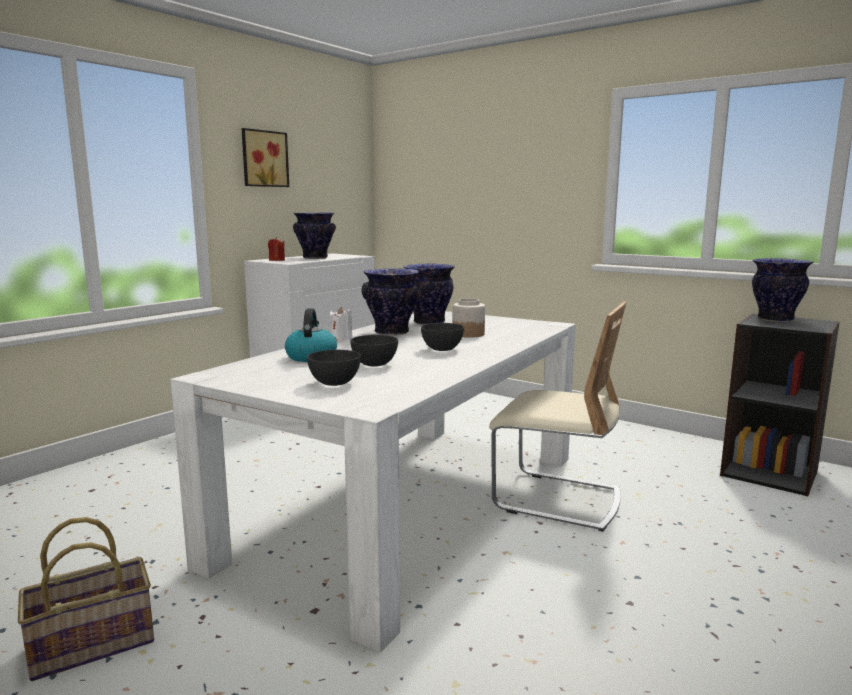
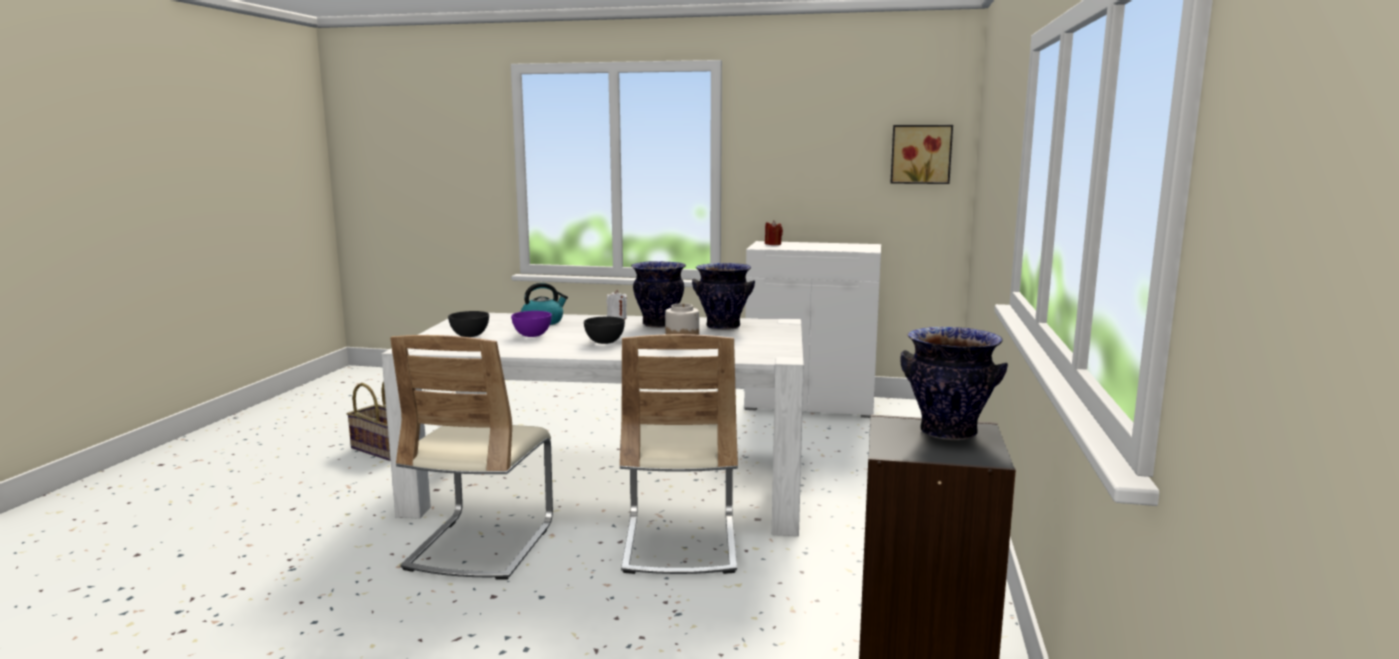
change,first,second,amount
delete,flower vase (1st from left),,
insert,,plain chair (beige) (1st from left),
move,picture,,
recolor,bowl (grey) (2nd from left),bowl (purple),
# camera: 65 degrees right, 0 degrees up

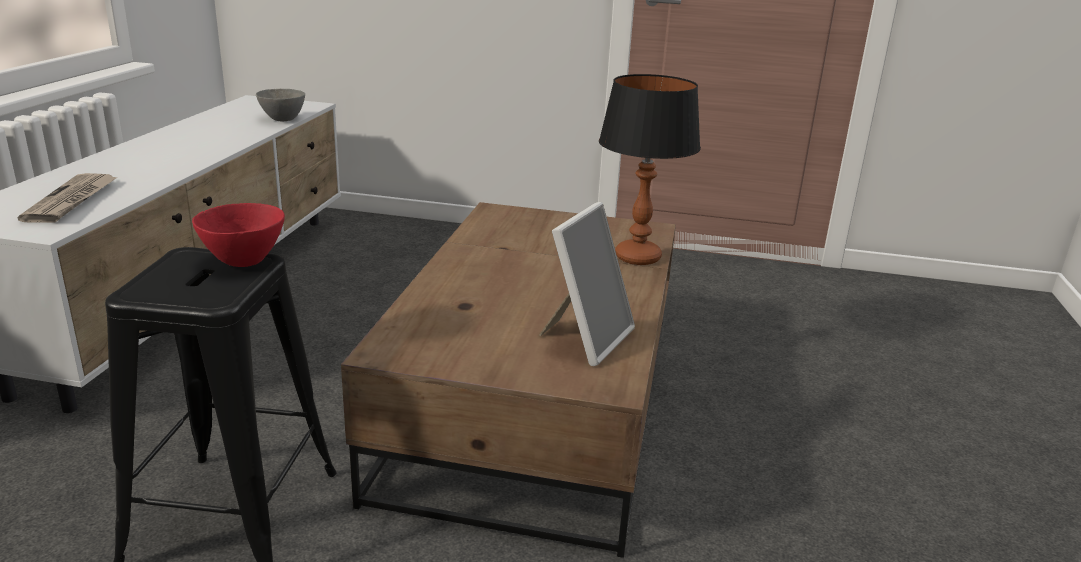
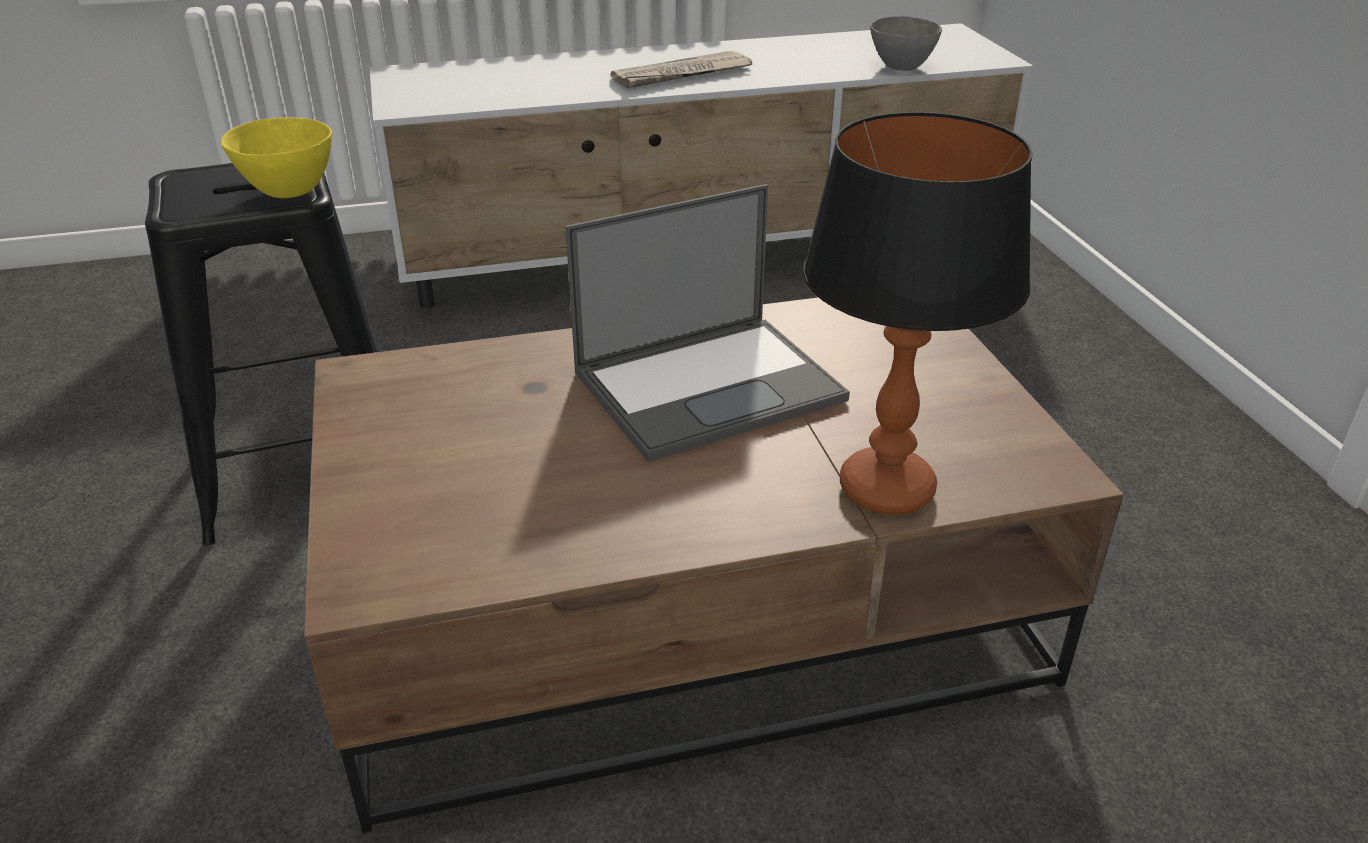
change,first,second,amount
delete,photo frame,,
insert,,laptop,
move,daily paper,,
recolor,bowl (red),bowl (yellow-coloured),
# camera: 65 degrees right, 10 degrees up

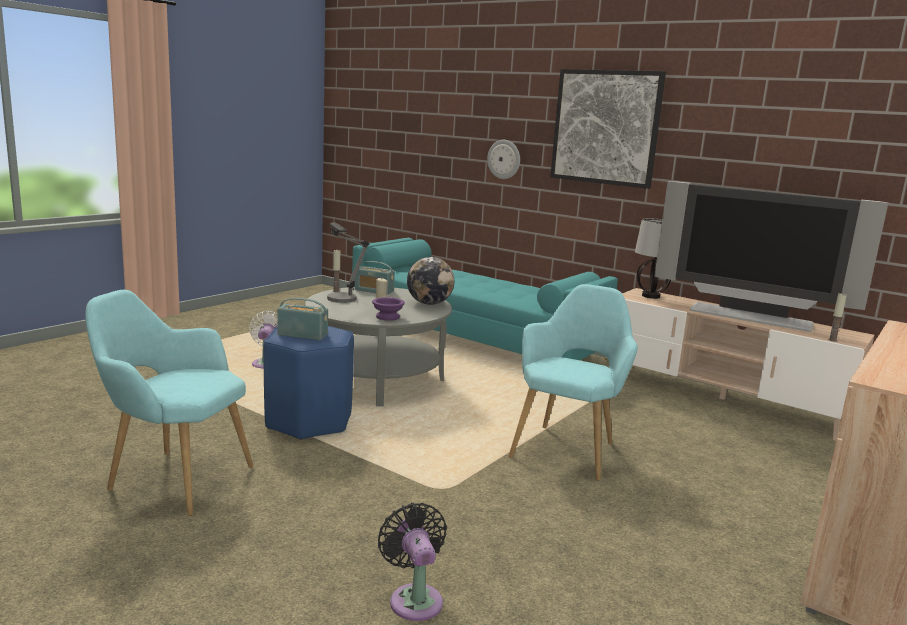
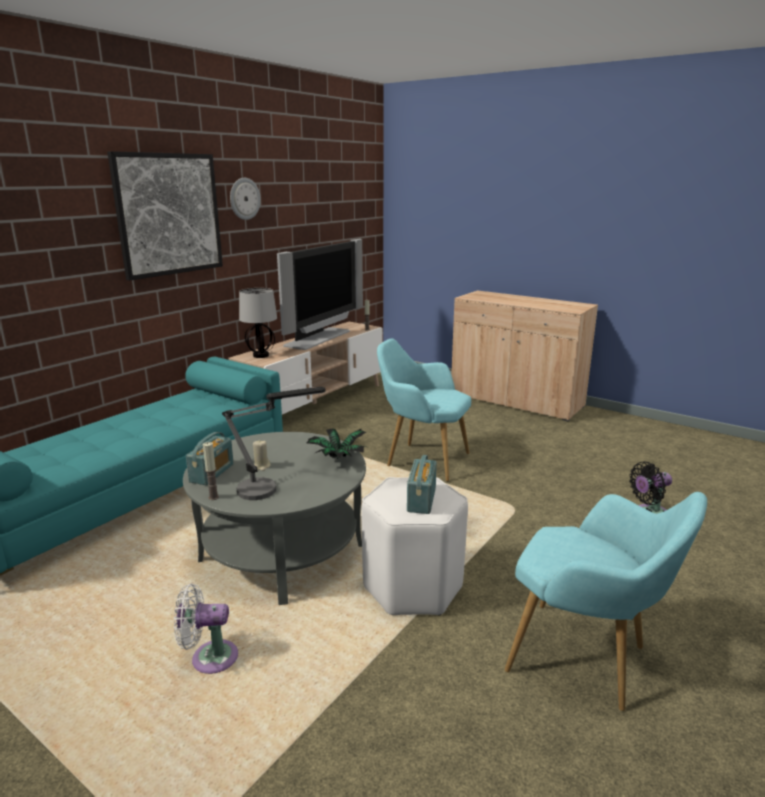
change,first,second,amount
delete,world globe,,
move,clock on the wall,,
replace,bowl (purple),plant in a pot,
recolor,stool (blue-coloured),stool (white),
rotate,easy chair (blue-green) (1st from left in the first image),easy chair (blue-green) (2nd from left),75 degrees counterclockwise
# camera: 90 degrees left, 5 degrees up

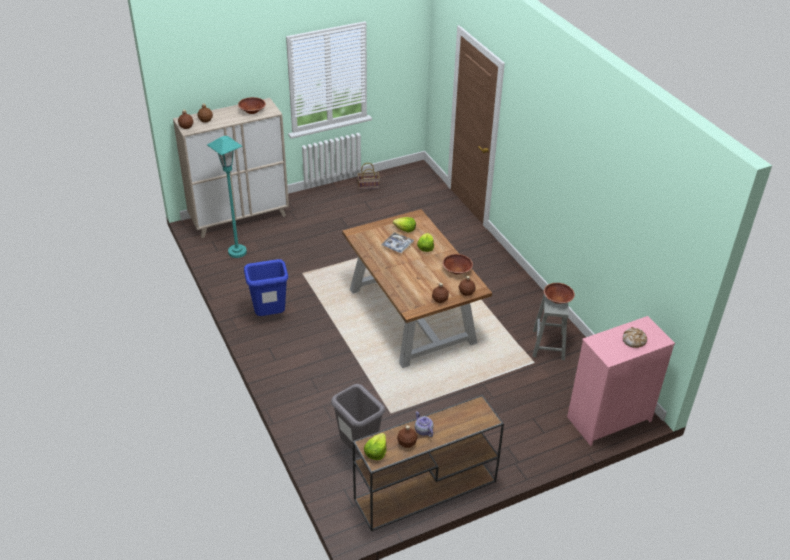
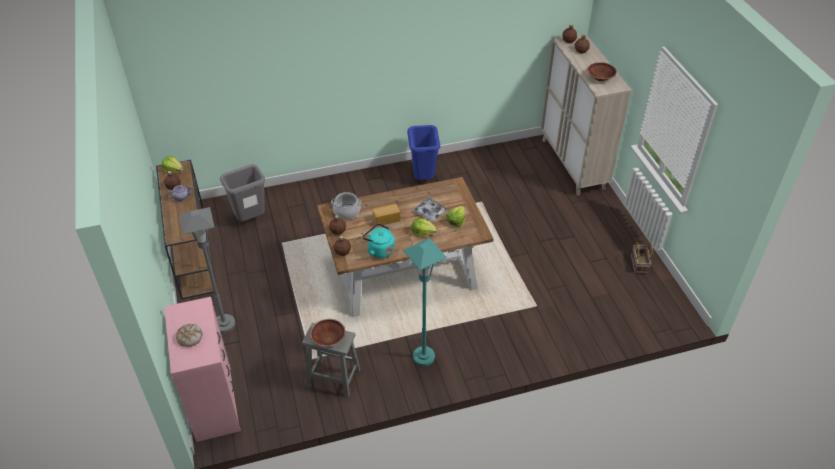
change,first,second,amount
insert,,floor lamp (grey),
insert,,saucepot,
insert,,bakery bread (2nd from left),
move,floor lamp (blue-green),,
replace,bowl (brown) (2nd from left),kettle (blue-green),
# camera: 100 degrees right, 5 degrees up

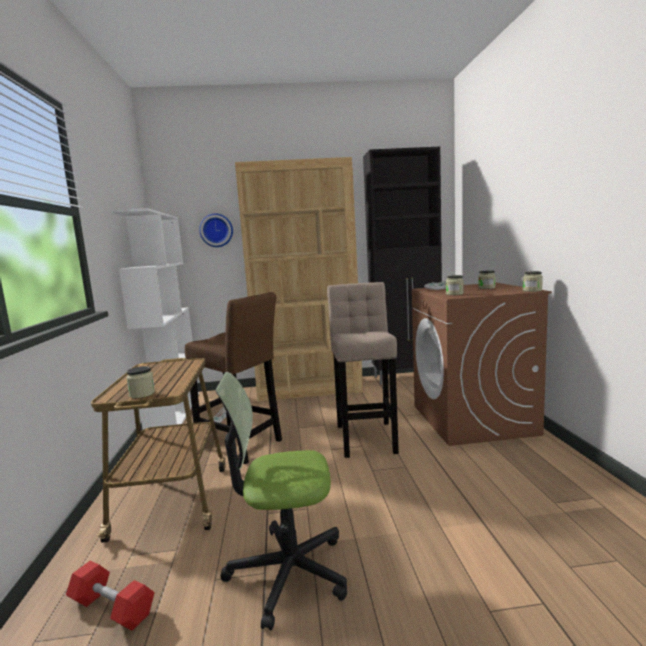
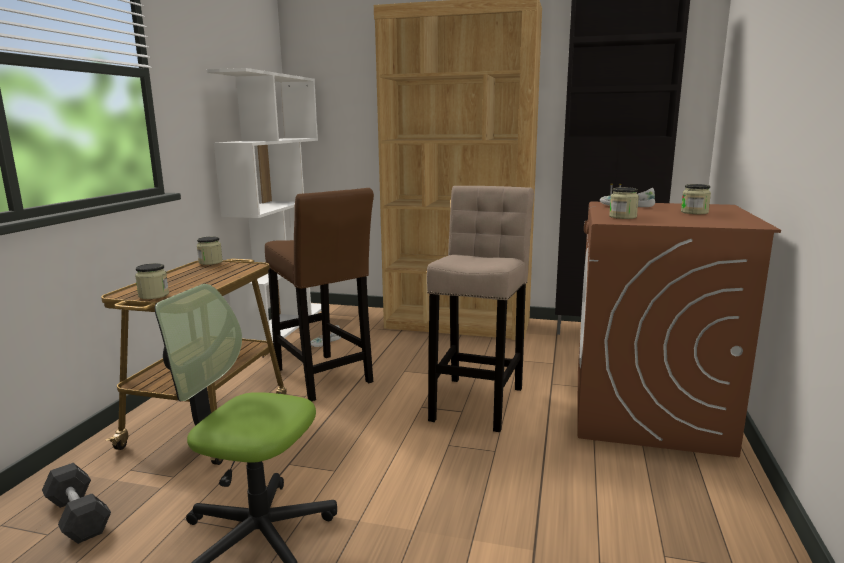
change,first,second,amount
delete,clock on the wall,,
move,storage jar (4th from left in the first image),storage jar (2nd from left),
recolor,free weight (red),free weight (blackish),
# camera: 20 degrees right, 5 degrees up

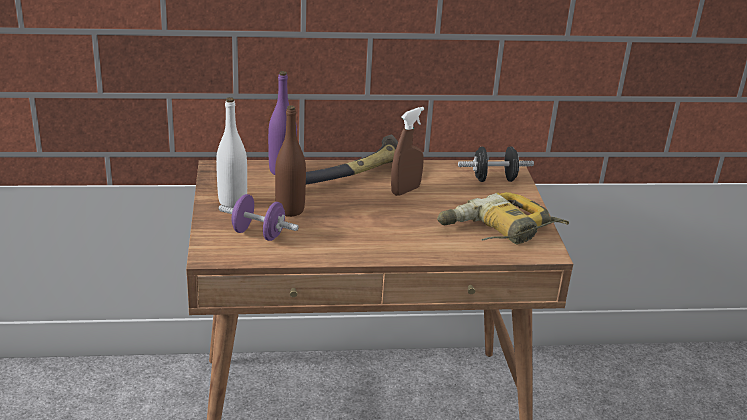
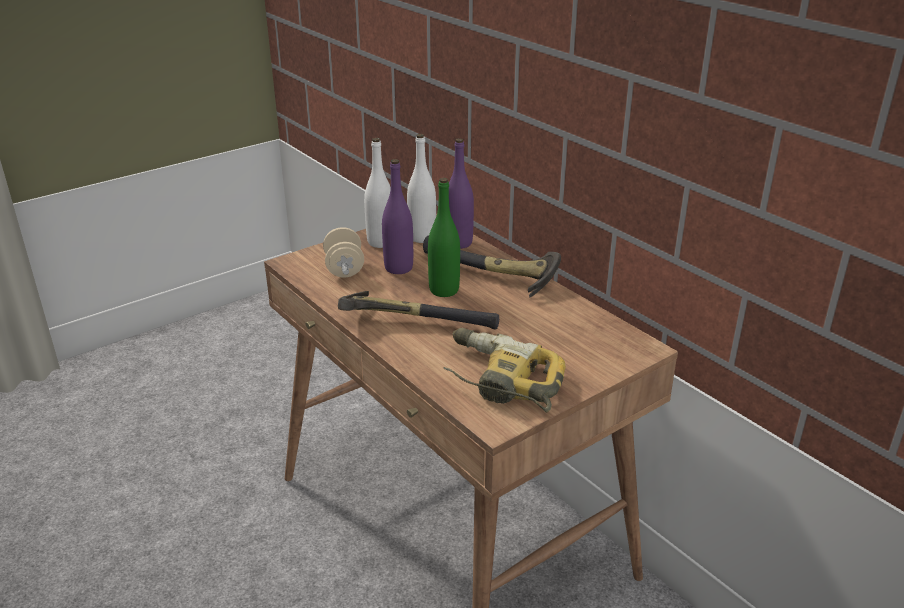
change,first,second,amount
delete,sprayer (brown),,
delete,free weight (blackish),,
insert,,hammer (1st from left),
insert,,drink bottle (white) (2nd from left),
insert,,drink bottle (green-coloured),
recolor,free weight (purple),free weight (beige),
recolor,drink bottle (brown),drink bottle (purple) (1st from left),
# camera: 60 degrees right, 0 degrees up

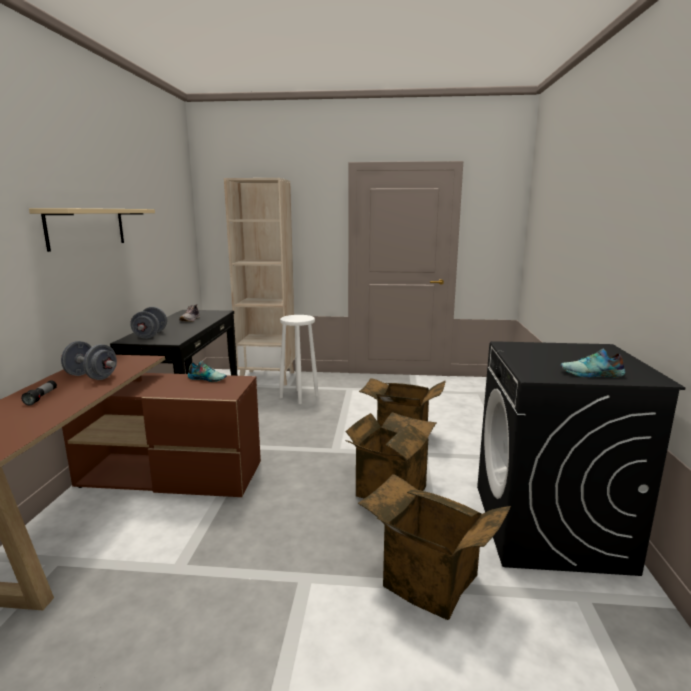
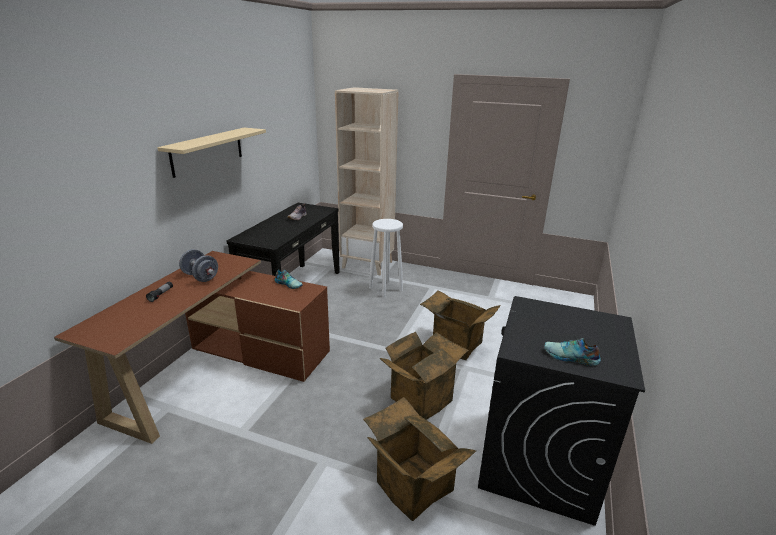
change,first,second,amount
delete,free weight (grey) (2nd from left),,
# camera: 15 degrees right, 10 degrees up

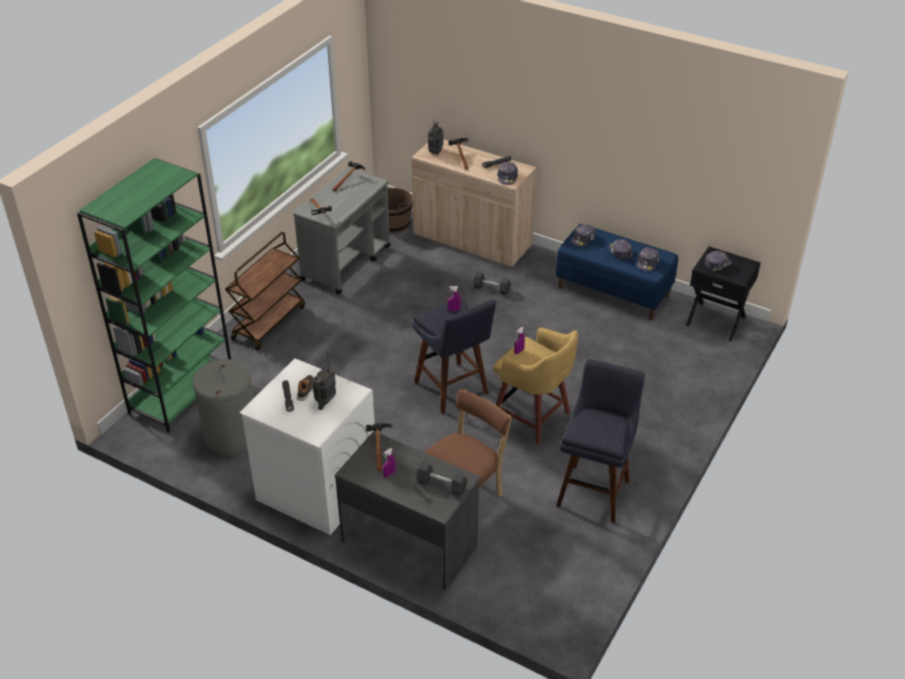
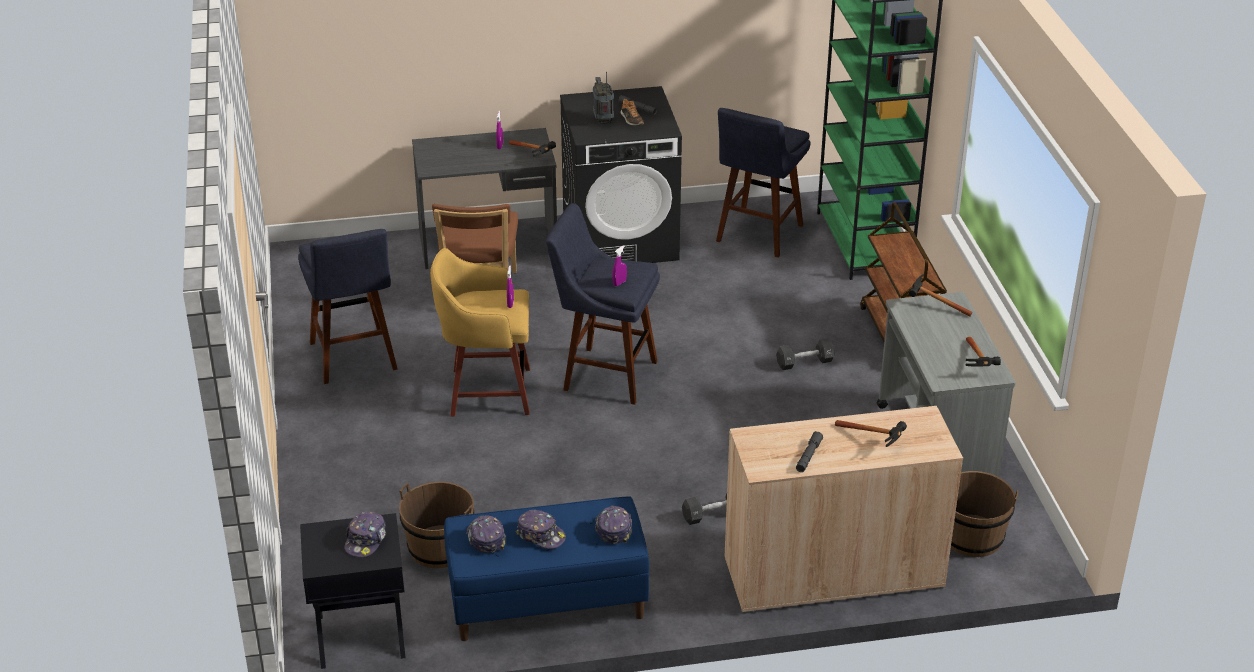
change,first,second,amount
delete,radio receiver (2nd from left),,
delete,peaked cap (1st from left),,
insert,,bucket (brown) (1st from left),
move,free weight (blackish) (1st from left in the first image),free weight (blackish) (2nd from left),
replace,laundry basket (grey),stool (blue-coloured) (3rd from left),
recolor,washing machine (white),washing machine (blackish),
# camera: 140 degrees right, 5 degrees down

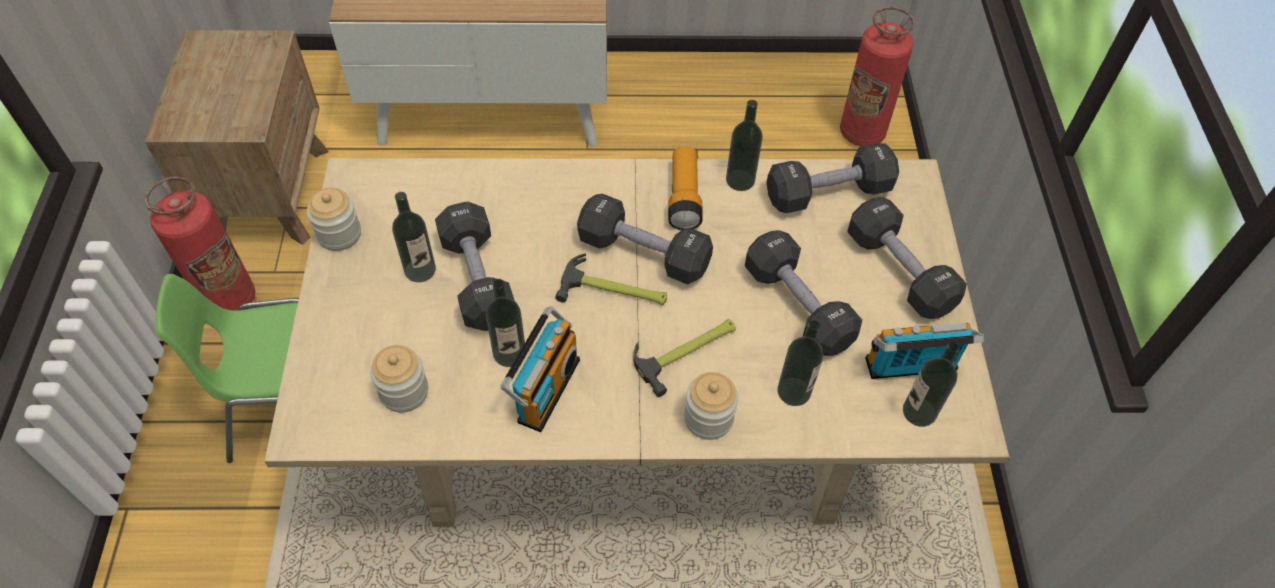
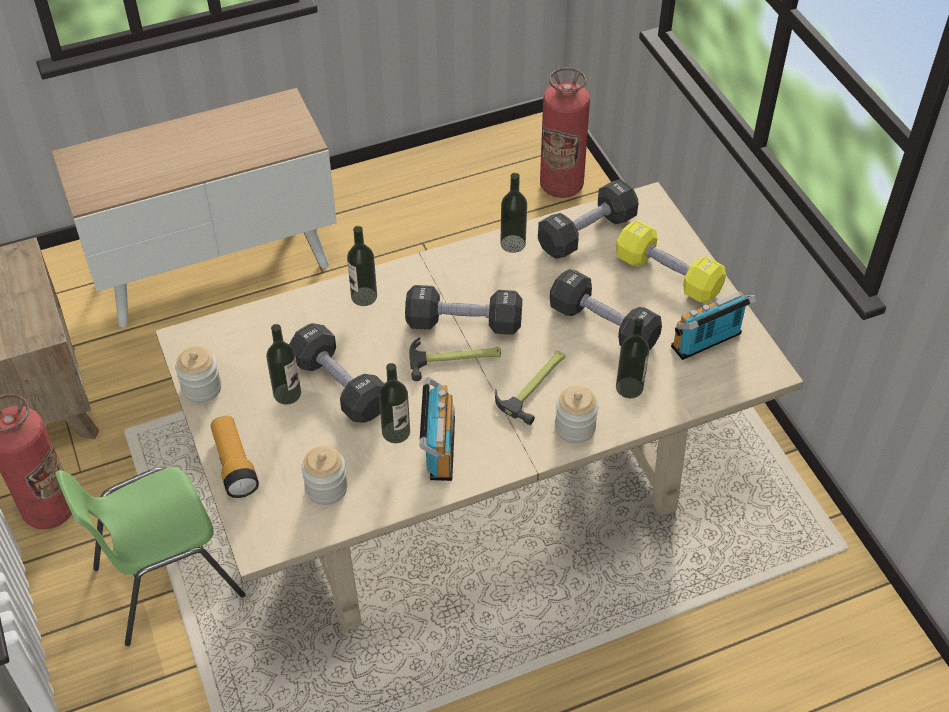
change,first,second,amount
move,torch,,
move,drink bottle (5th from left in the first image),drink bottle (2nd from left),
recolor,free weight (blackish) (5th from left),free weight (yellow-coloured),
# camera: 20 degrees left, 5 degrees down

